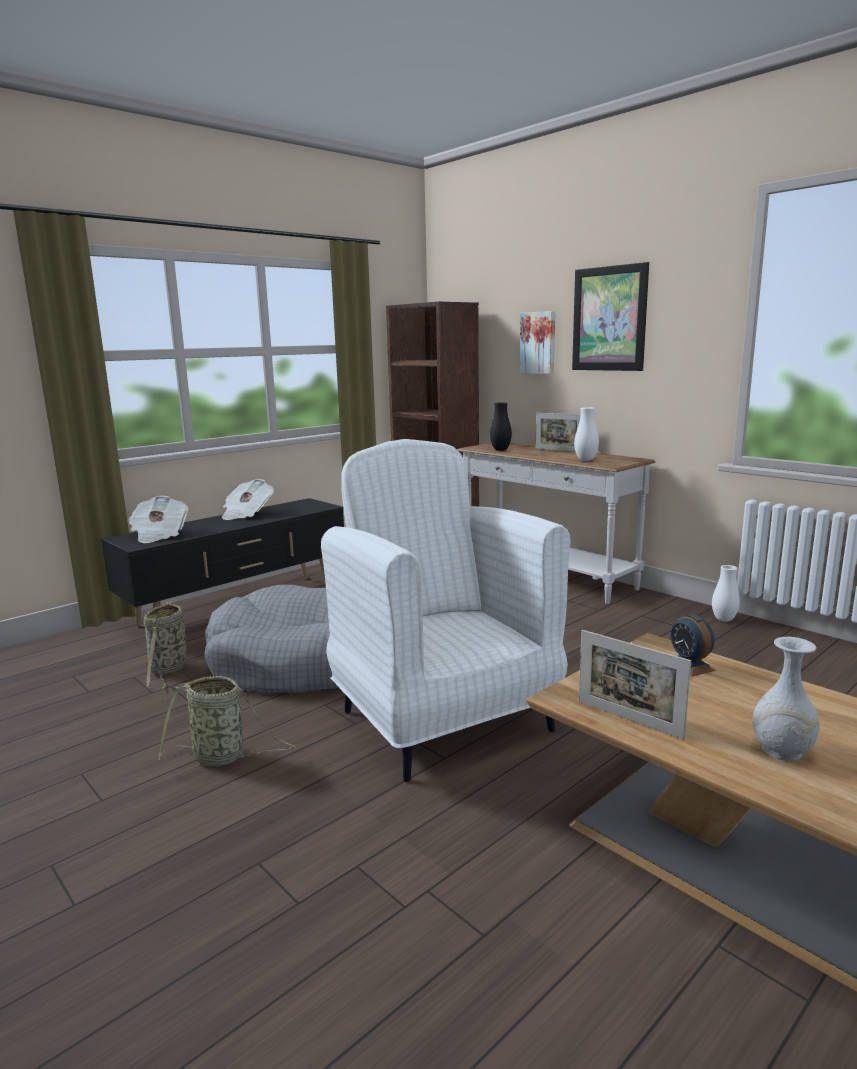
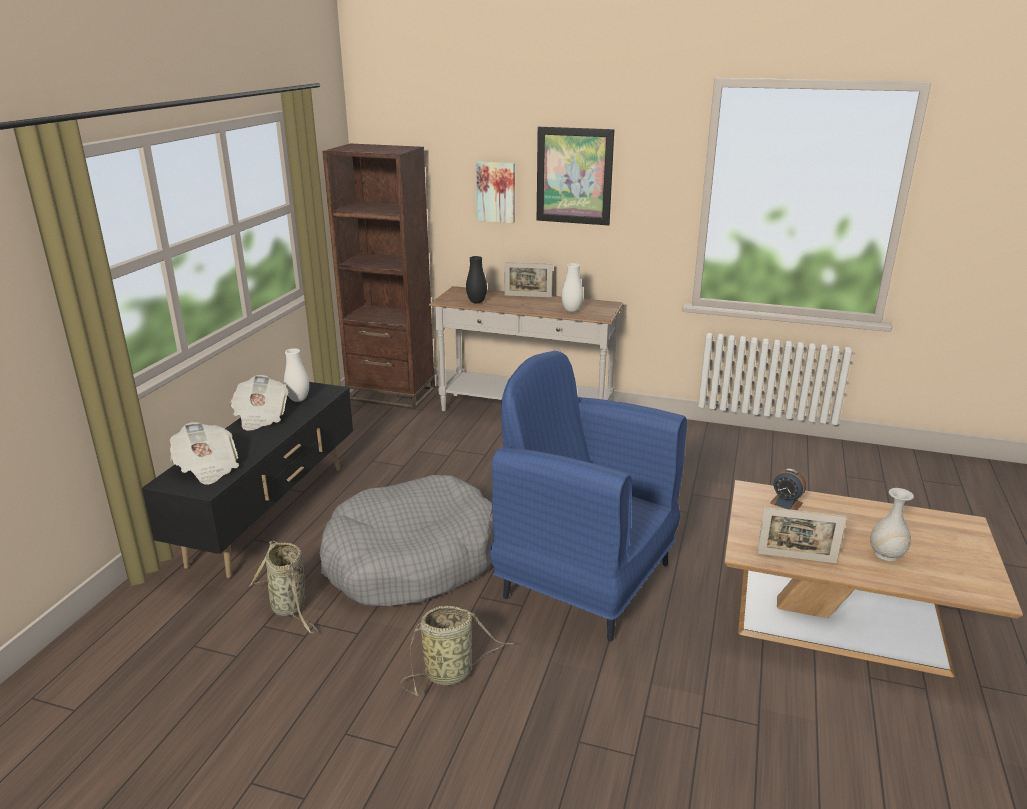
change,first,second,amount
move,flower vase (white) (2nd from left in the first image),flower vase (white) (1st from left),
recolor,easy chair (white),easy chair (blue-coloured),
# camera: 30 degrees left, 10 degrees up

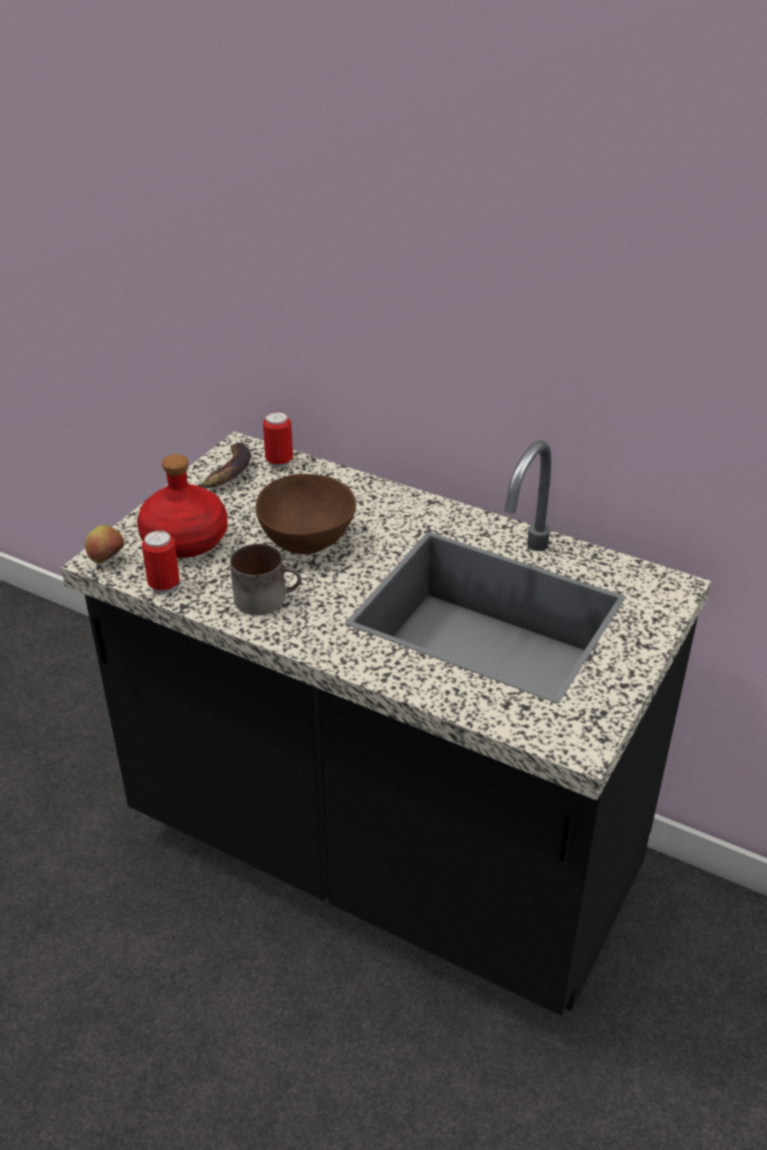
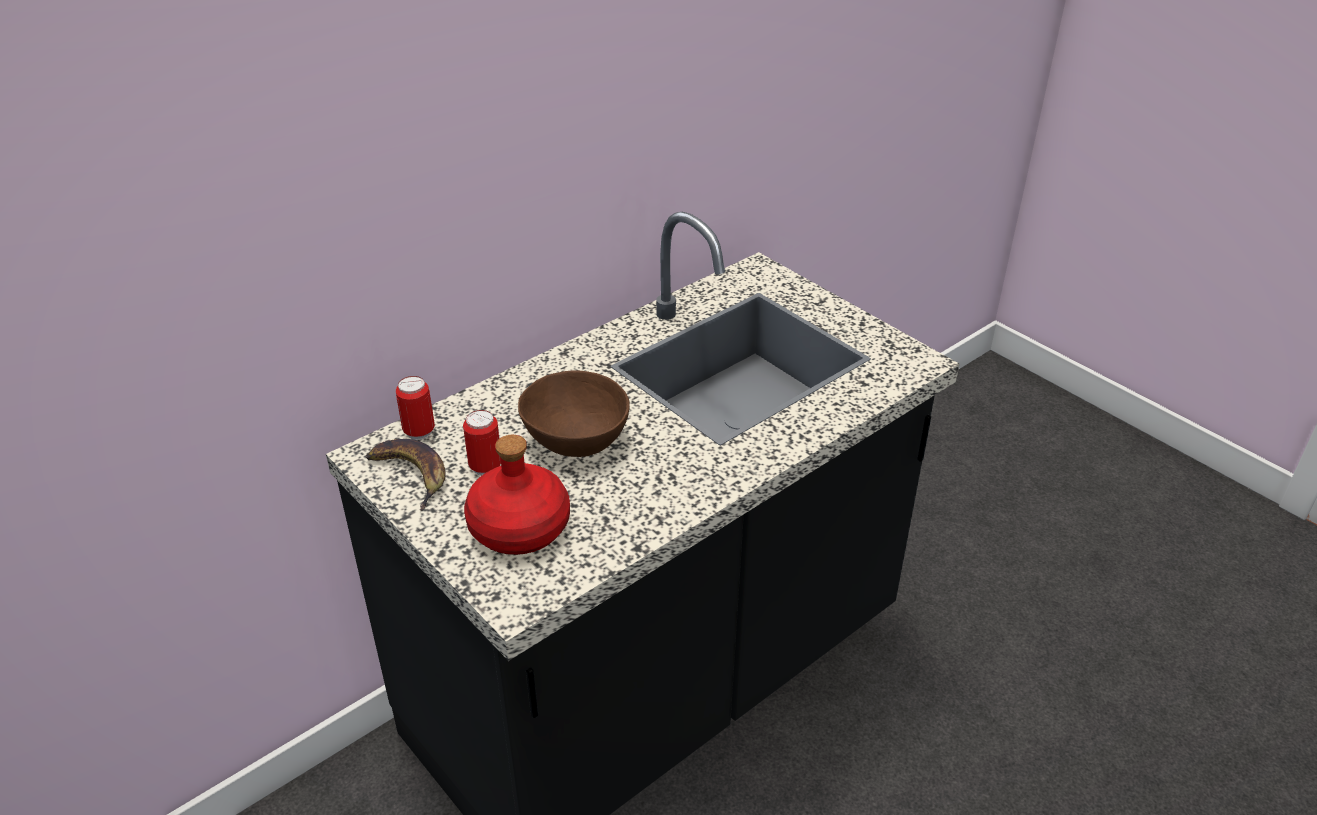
change,first,second,amount
delete,apple fruit,,
delete,coffee mug,,
move,sealed can (1st from left in the first image),sealed can (2nd from left),
# camera: 70 degrees left, 0 degrees up

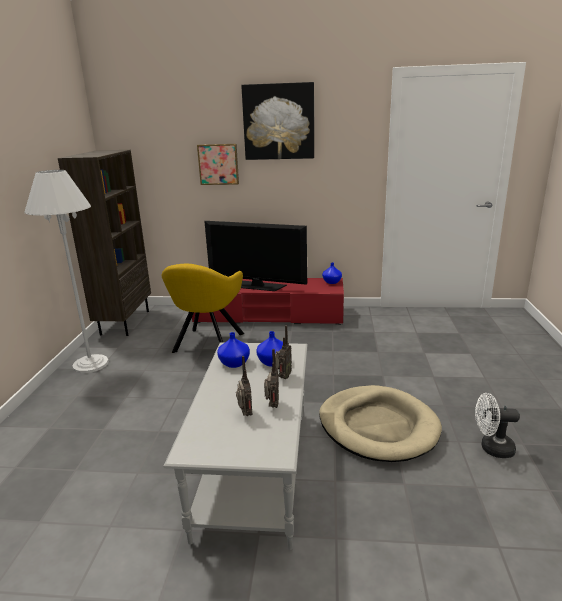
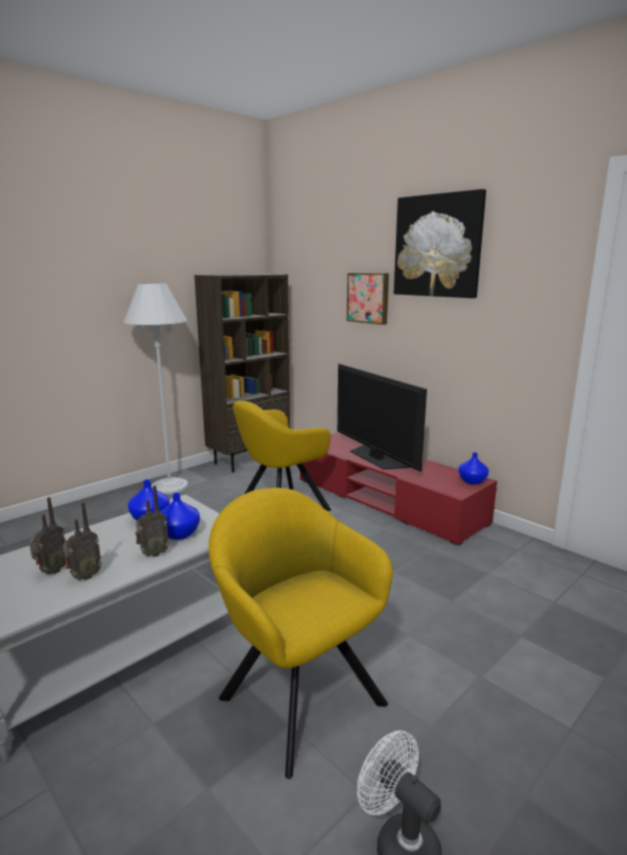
change,first,second,amount
replace,pet bed (beige),easy chair (yellow-coloured) (2nd from left),
# camera: 40 degrees right, 5 degrees down

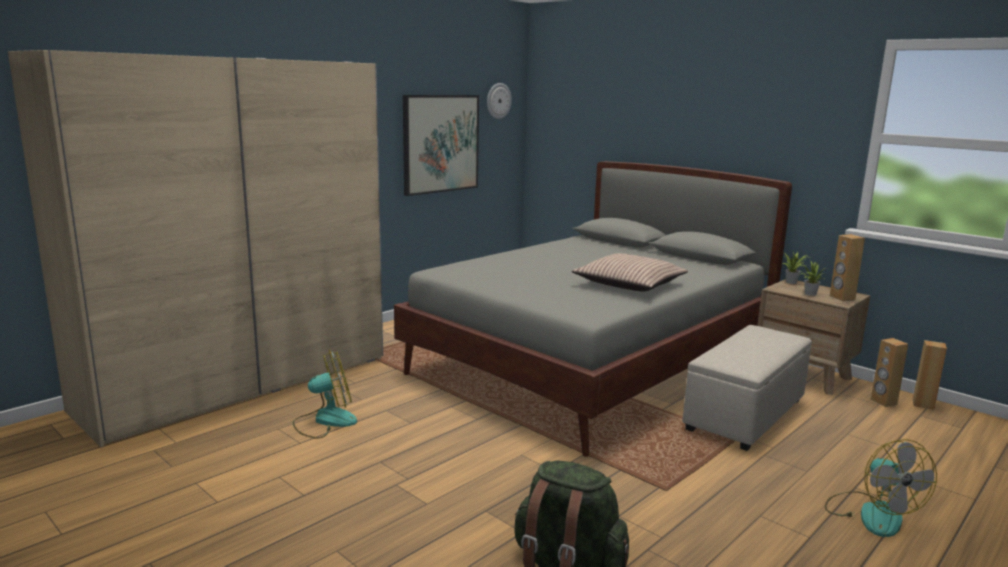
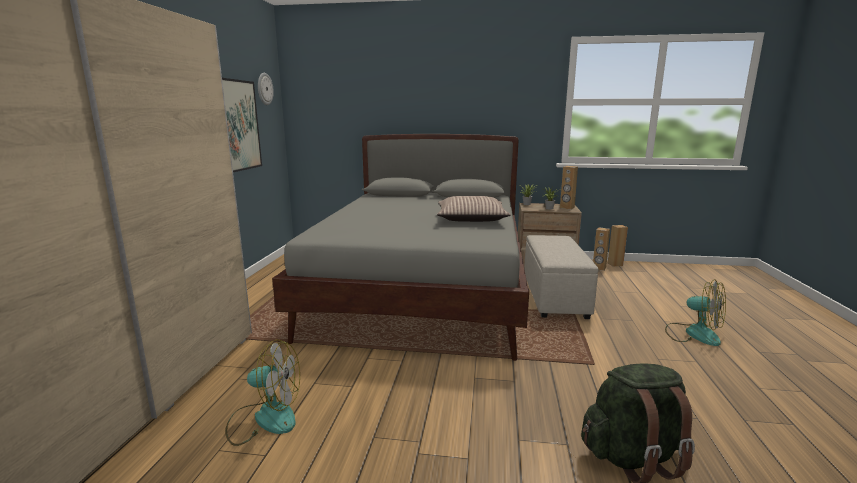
change,first,second,amount
rotate,electric fan (1st from left),,60 degrees clockwise
# camera: 35 degrees left, 0 degrees up

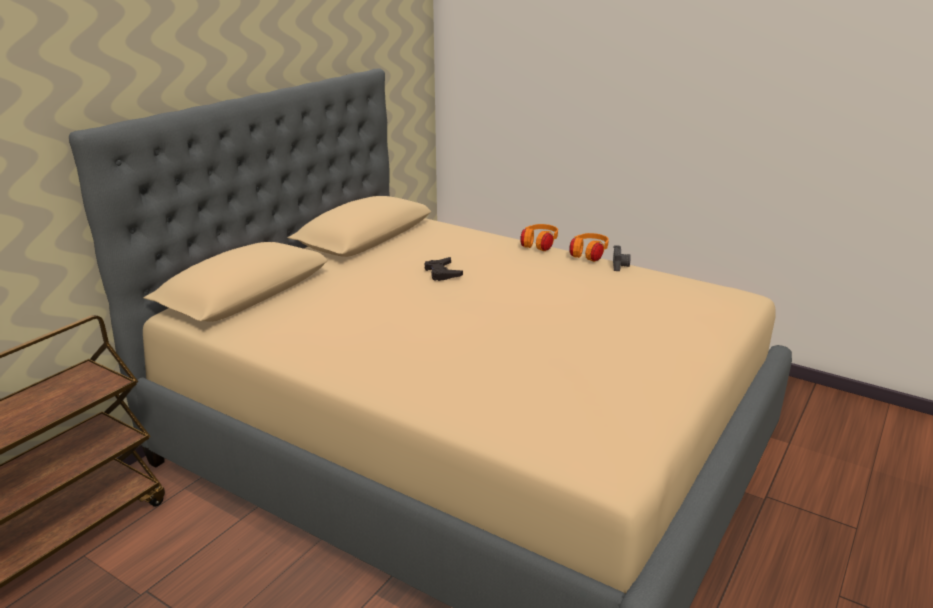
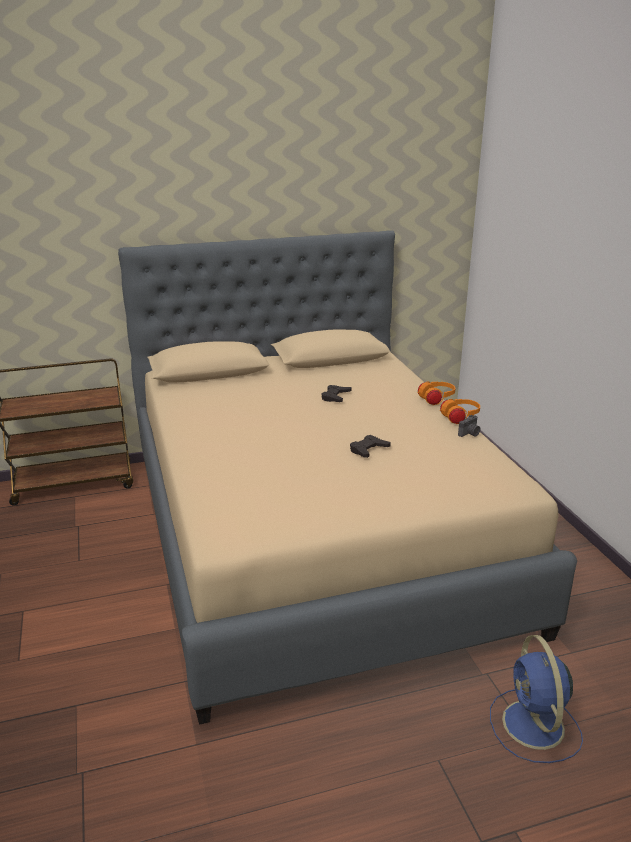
change,first,second,amount
insert,,game controller (blackish) (2nd from left),
insert,,electric fan (blue-coloured),
# camera: 40 degrees right, 0 degrees up

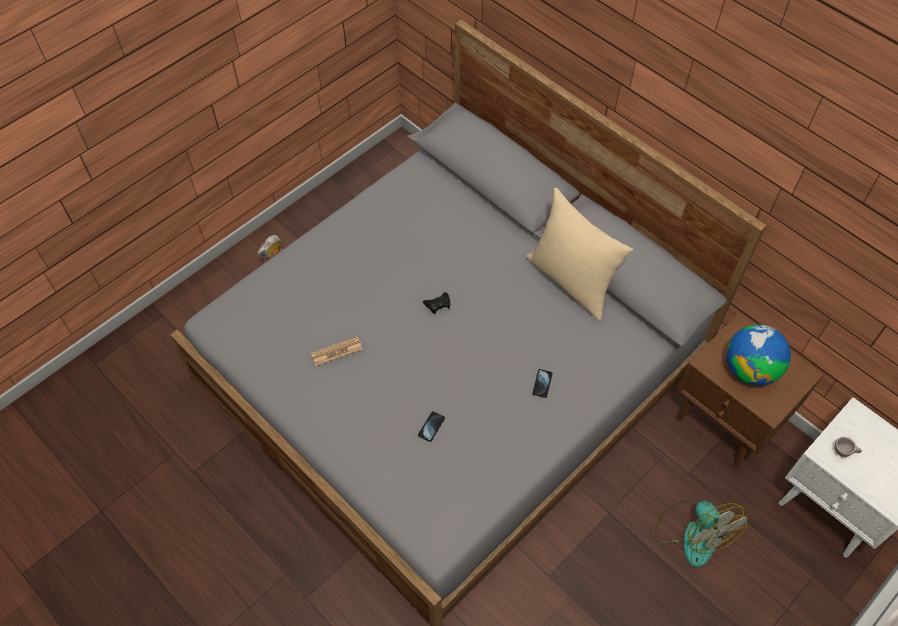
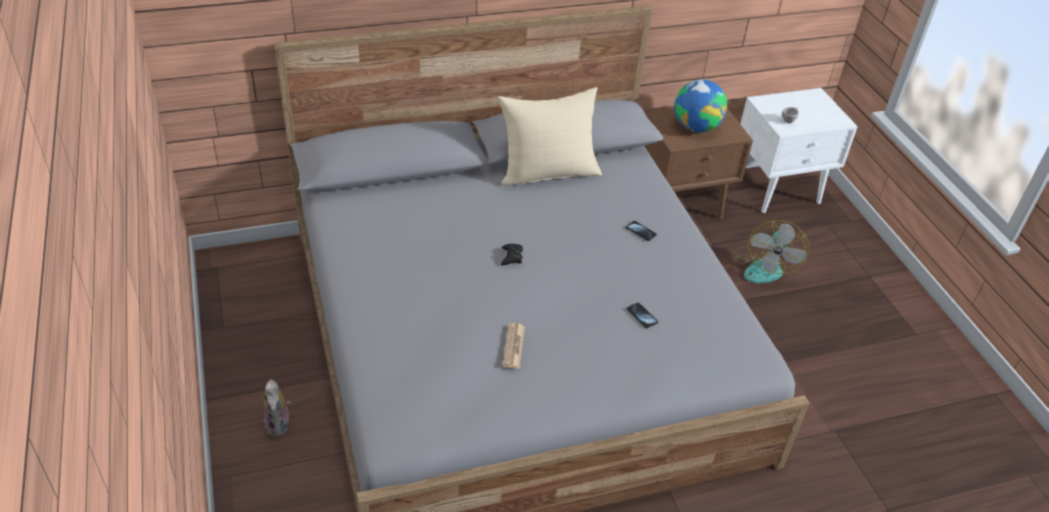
change,first,second,amount
rotate,electric fan,,105 degrees clockwise
# camera: 65 degrees left, 15 degrees down

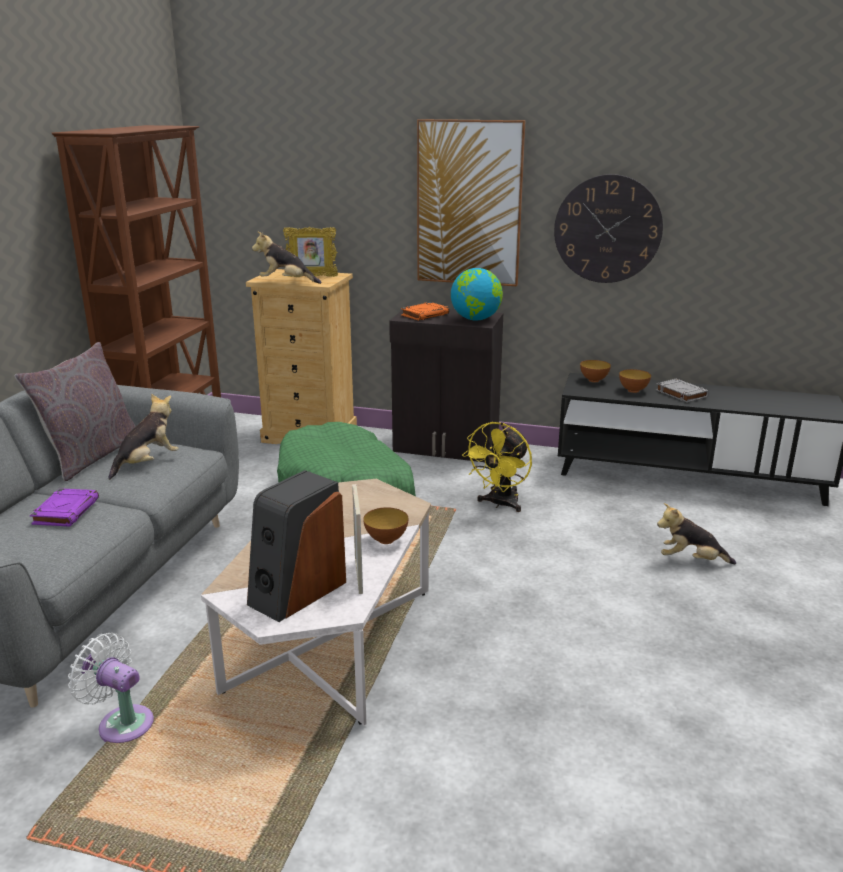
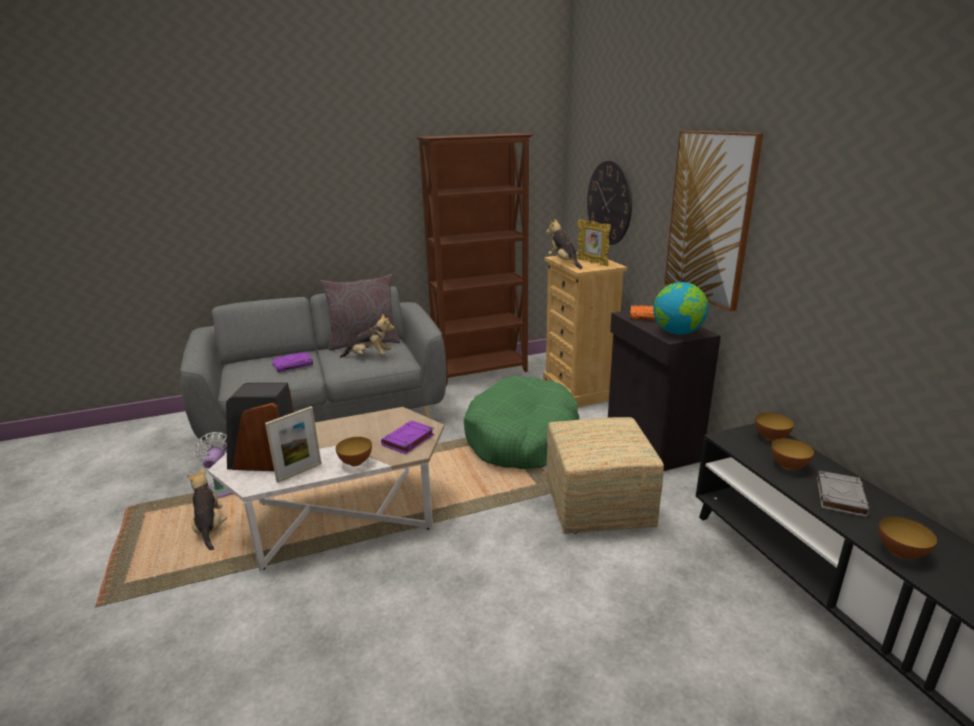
change,first,second,amount
insert,,volume (purple) (2nd from left),
insert,,bowl (4th from left),
move,clock on the wall,,
move,cuddly toy (3rd from left in the first image),cuddly toy (1st from left),
replace,electric fan (yellow-coloured),ottoman,
# camera: 55 degrees right, 0 degrees up

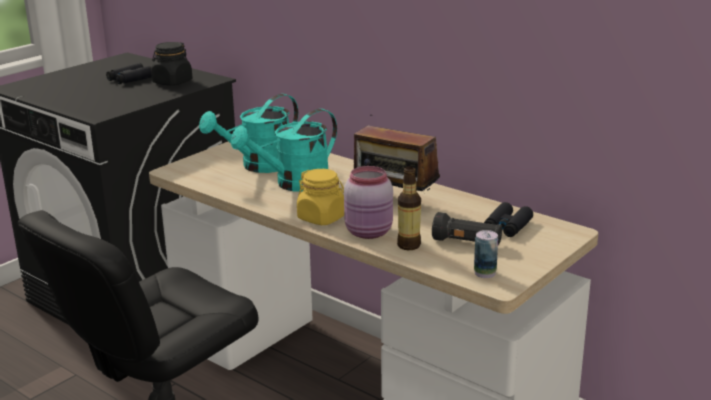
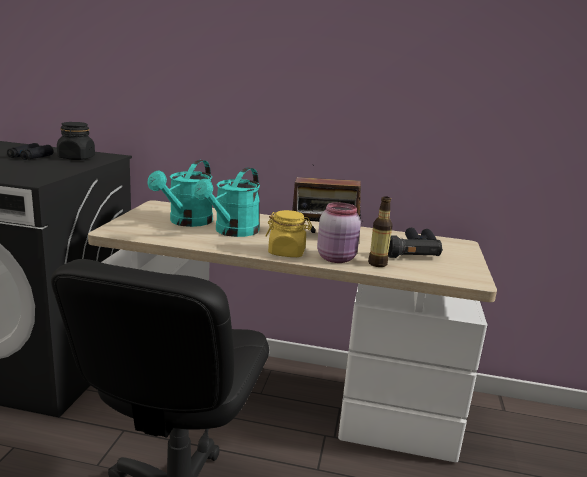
change,first,second,amount
delete,sealed can,,
# camera: 30 degrees left, 5 degrees down

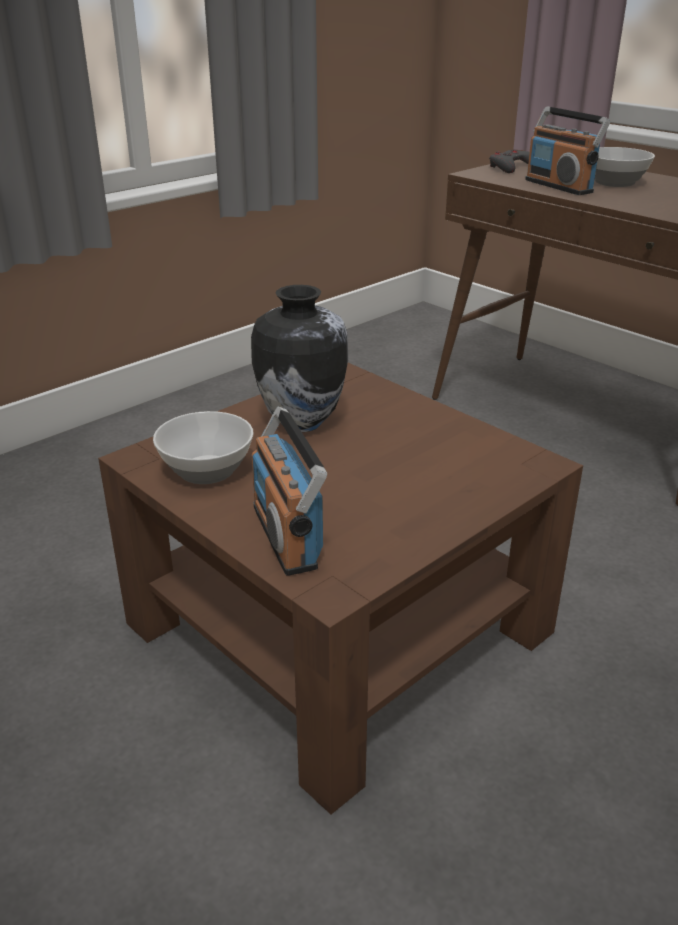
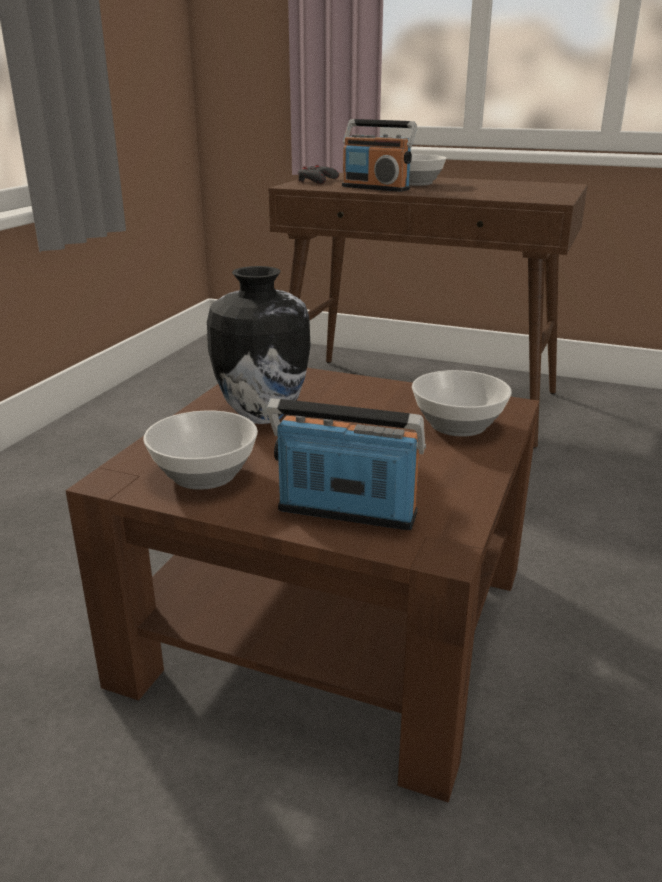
change,first,second,amount
insert,,bowl (3rd from left),
rotate,radio receiver (1st from left),,150 degrees clockwise
# camera: 25 degrees left, 5 degrees down

